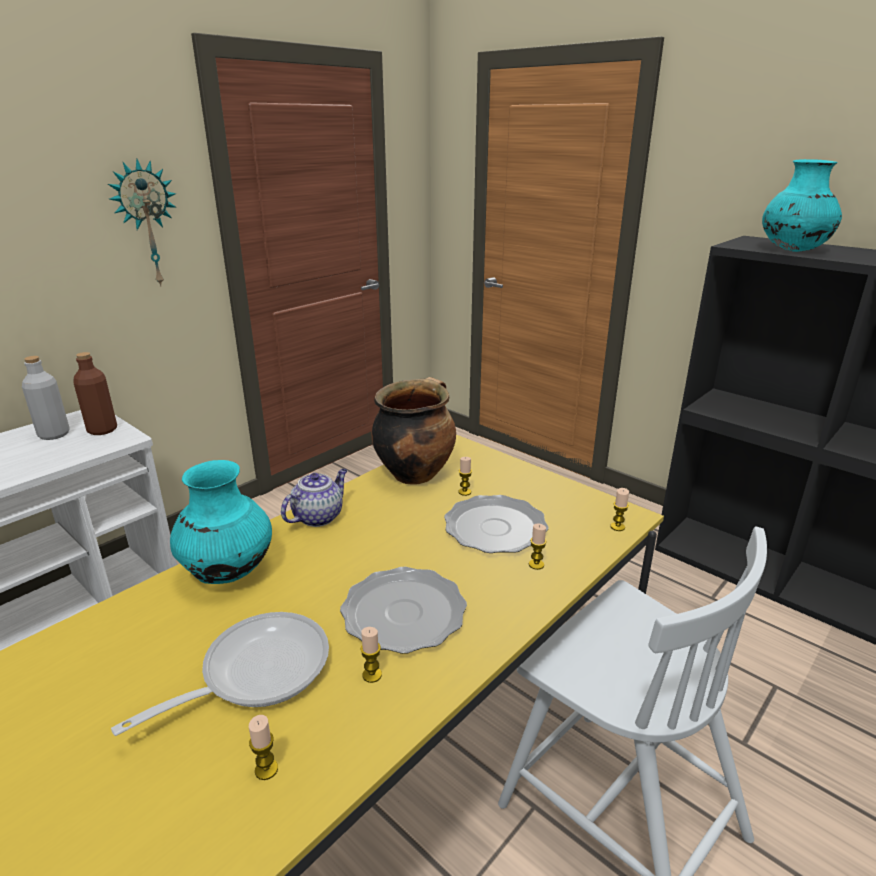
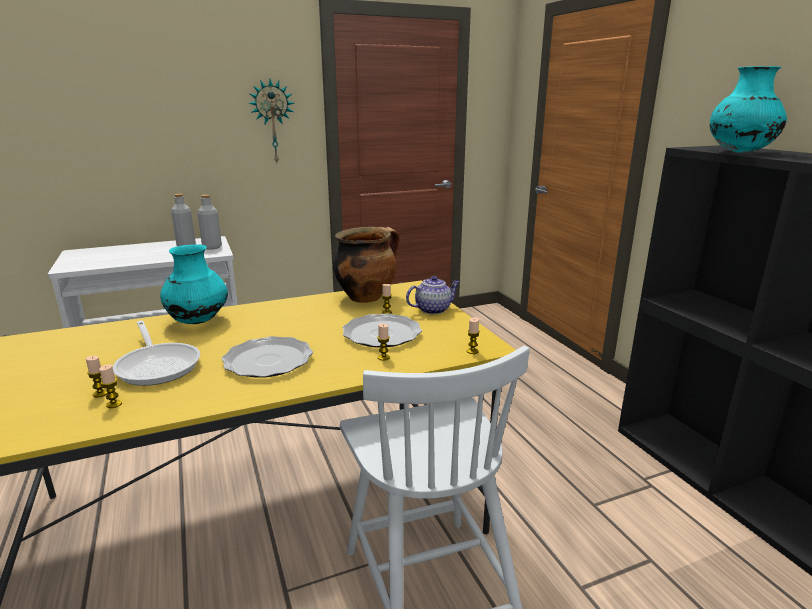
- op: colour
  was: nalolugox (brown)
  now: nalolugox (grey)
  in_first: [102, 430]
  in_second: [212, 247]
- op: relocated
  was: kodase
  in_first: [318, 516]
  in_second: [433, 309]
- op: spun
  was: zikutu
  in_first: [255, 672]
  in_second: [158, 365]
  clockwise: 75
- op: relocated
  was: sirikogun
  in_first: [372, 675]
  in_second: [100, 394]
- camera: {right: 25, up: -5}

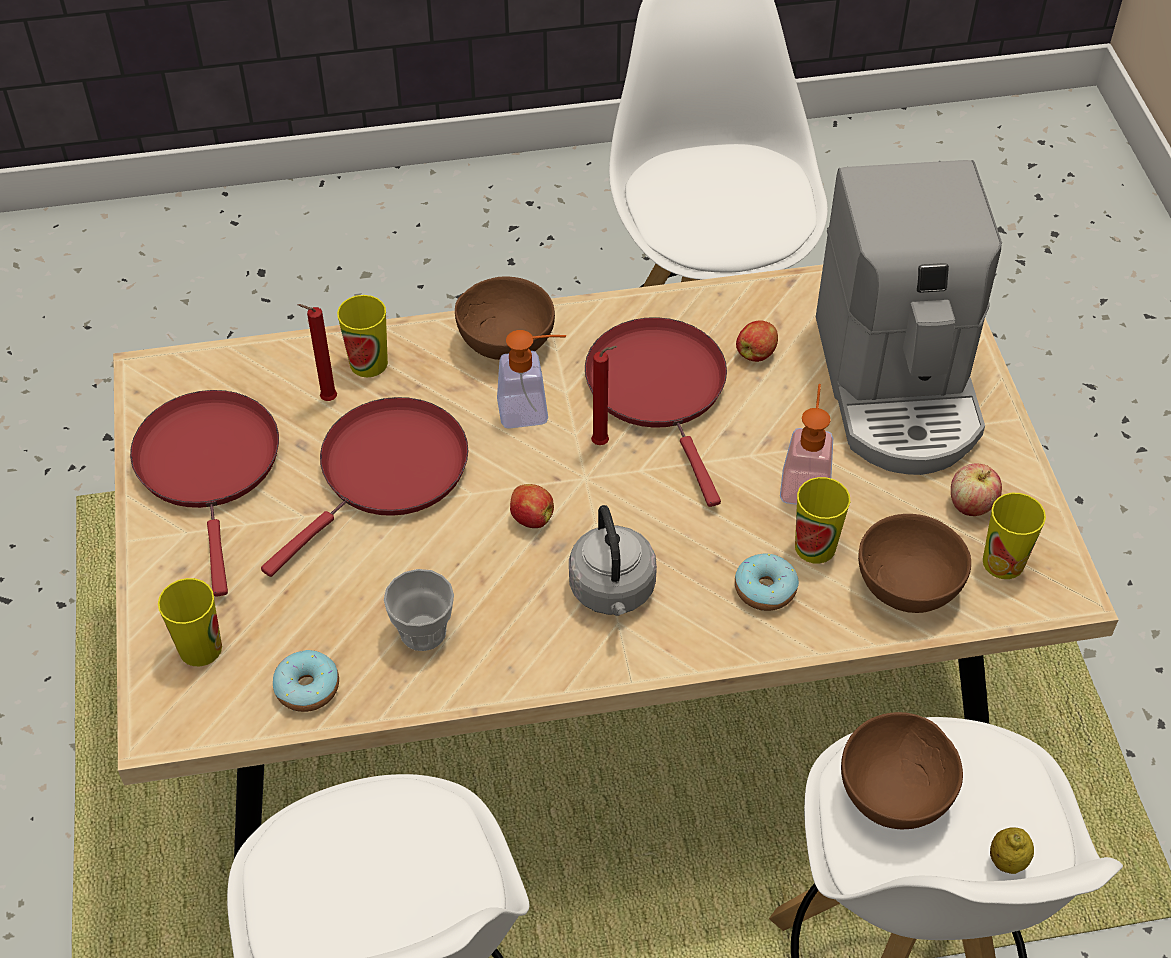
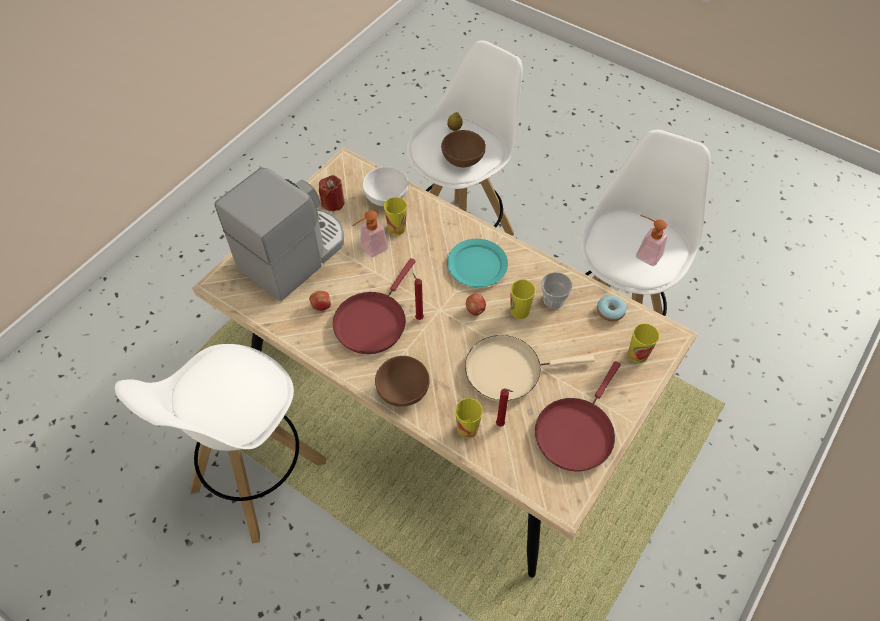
- op: relocated
  was: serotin
  in_first: [533, 410]
  in_second: [644, 253]
- op: colour
  was: zikutu (red)
  now: zikutu (beige)
  in_first: [388, 472]
  in_second: [508, 370]
- op: exchanged
  was: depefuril
  now: sirikogun (red)
  in_first: [971, 505]
  in_second: [333, 203]
- op: relocated
  was: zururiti
  in_first: [1003, 562]
  in_second: [519, 311]
- op: exchanged
  was: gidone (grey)
  now: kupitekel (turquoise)
  in_first: [613, 592]
  in_second: [477, 264]
- op: colour
  was: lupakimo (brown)
  now: lupakimo (white)
  in_first: [904, 586]
  in_second: [387, 198]
- op: missing
  was: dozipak
  in_first: [765, 589]
- camera: {right: -135, up: 5}

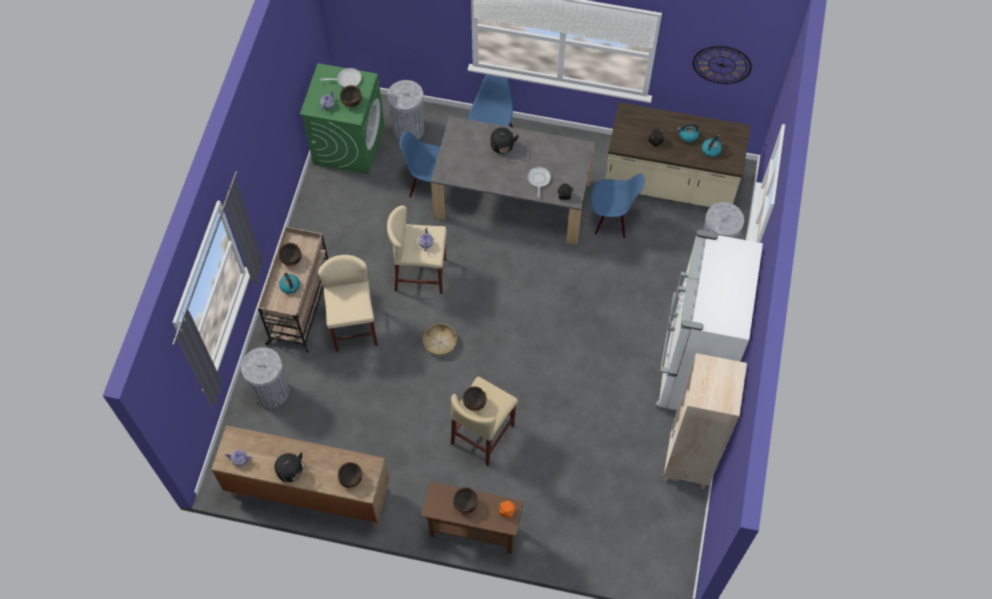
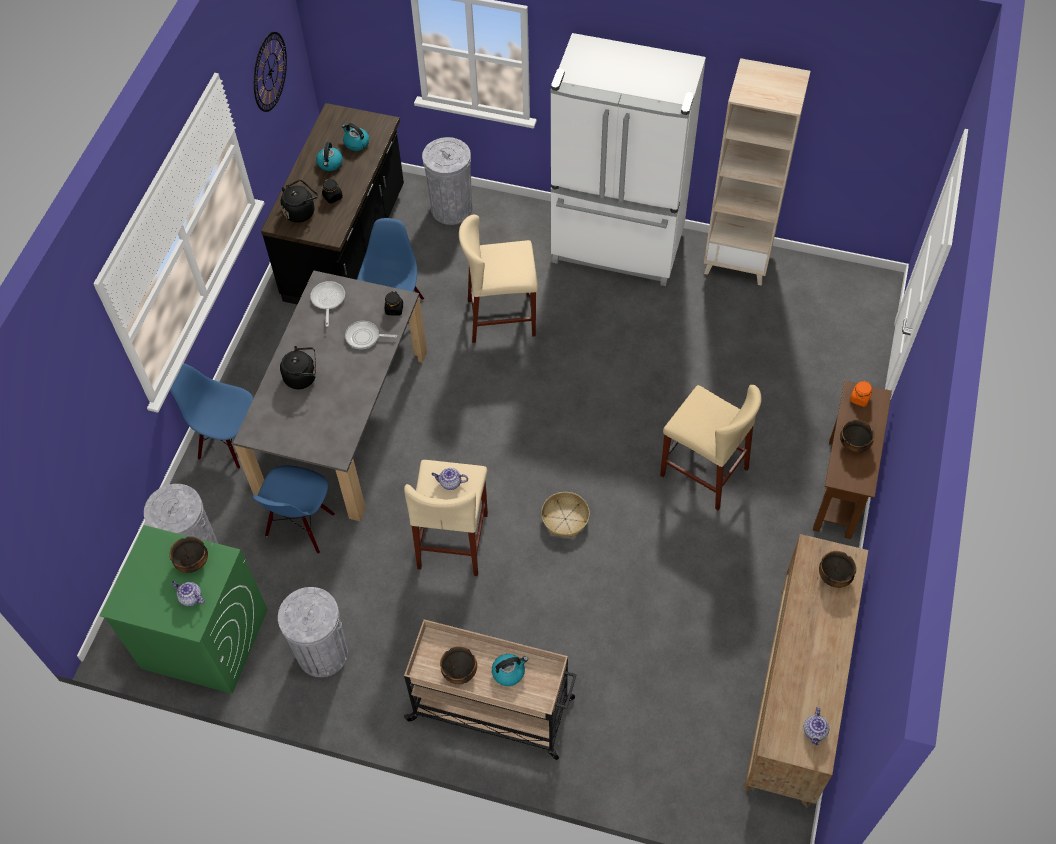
- op: relocated
  was: zikutu
  in_first: [346, 79]
  in_second: [328, 300]
- op: colour
  was: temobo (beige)
  now: temobo (black)
  in_first: [669, 183]
  in_second: [347, 245]
- op: relocated
  was: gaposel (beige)
  in_first: [354, 327]
  in_second: [501, 318]
- op: relocated
  was: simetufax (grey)
  in_first: [271, 392]
  in_second: [323, 653]
- op: missing
  was: lupakimo
  in_first: [475, 403]
- op: relocated
  was: gidone (black)
  in_first: [291, 472]
  in_second: [301, 211]
- camera: {right: -85, up: -5}

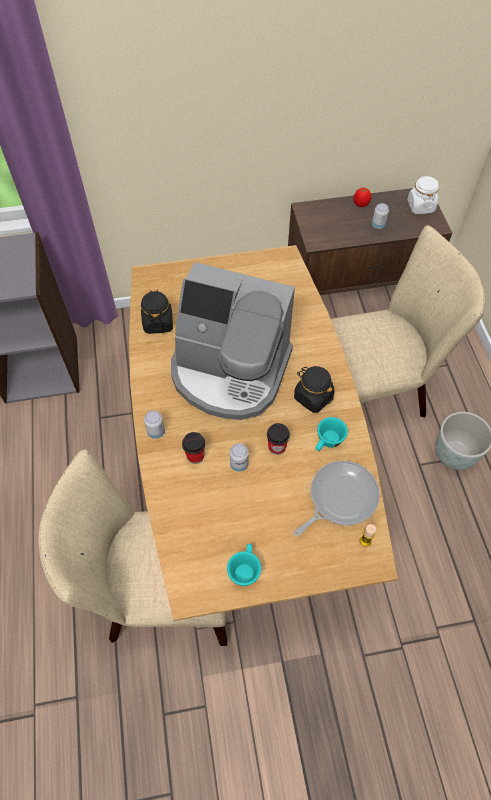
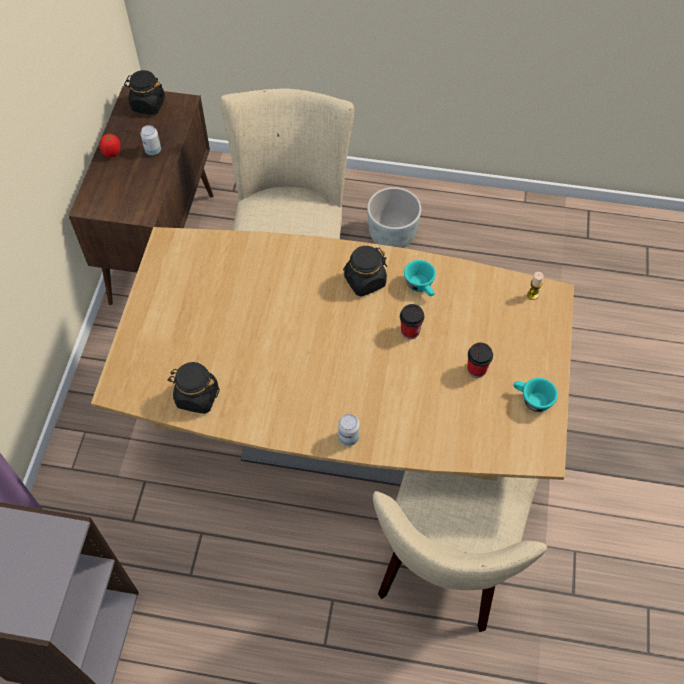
- op: colour
  was: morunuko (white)
  now: morunuko (black)
  in_first: [420, 206]
  in_second: [148, 104]
- op: missing
  was: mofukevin
  in_first: [230, 371]
- op: relocated
  was: zururiti
  in_first: [195, 455]
  in_second: [476, 369]
- op: missing
  was: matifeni
  in_first: [239, 464]
- op: missing
  was: zikutu
  in_first: [339, 498]
- camera: {right: -70, up: 0}

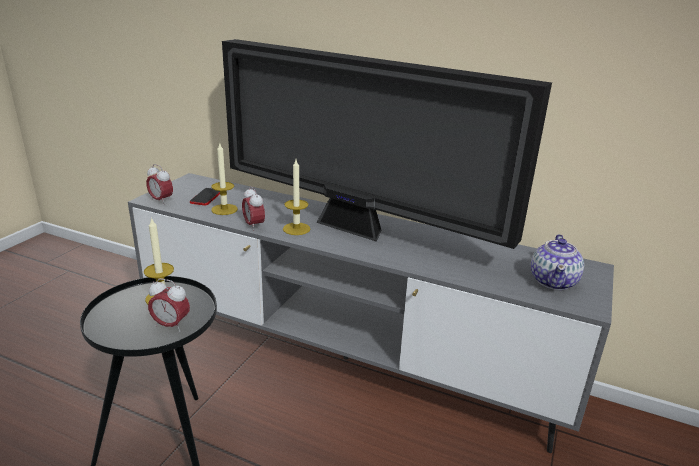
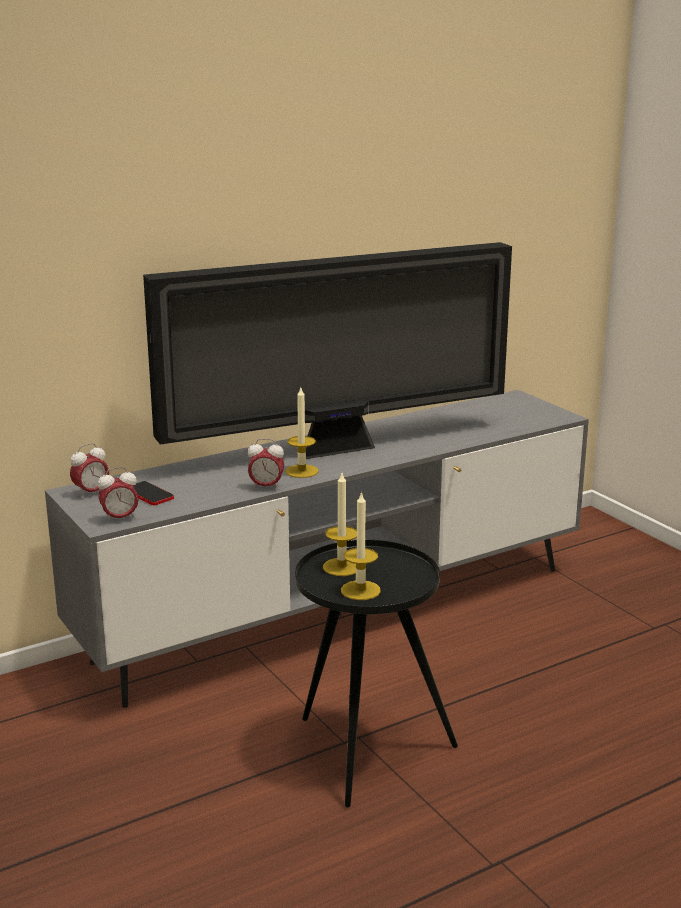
- op: relocated
  was: sirikogun
  in_first: [224, 209]
  in_second: [360, 590]
- op: missing
  was: kodase
  in_first: [553, 281]
- op: relocated
  was: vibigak
  in_first: [171, 325]
  in_second: [91, 493]
- camera: {right: -55, up: -5}

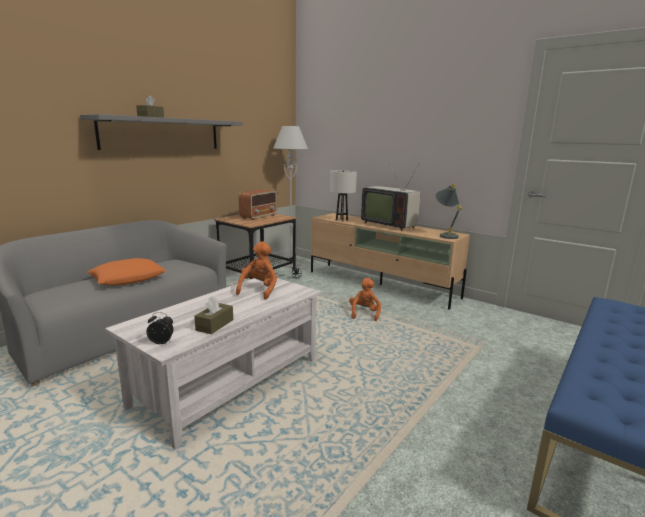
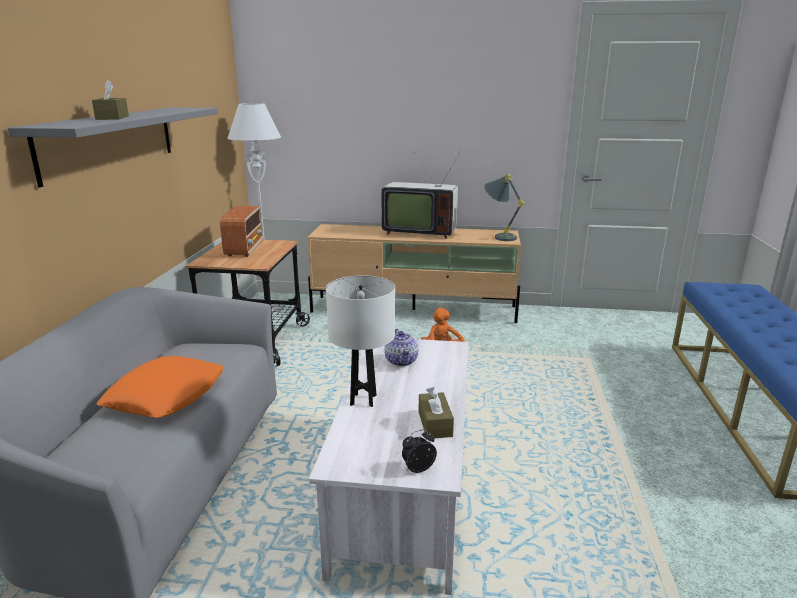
- op: relocated
  was: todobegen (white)
  in_first: [341, 220]
  in_second: [363, 400]
- op: exchanged
  was: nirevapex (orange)
  now: kodase
  in_first: [259, 290]
  in_second: [401, 361]
- camera: {right: -30, up: 5}

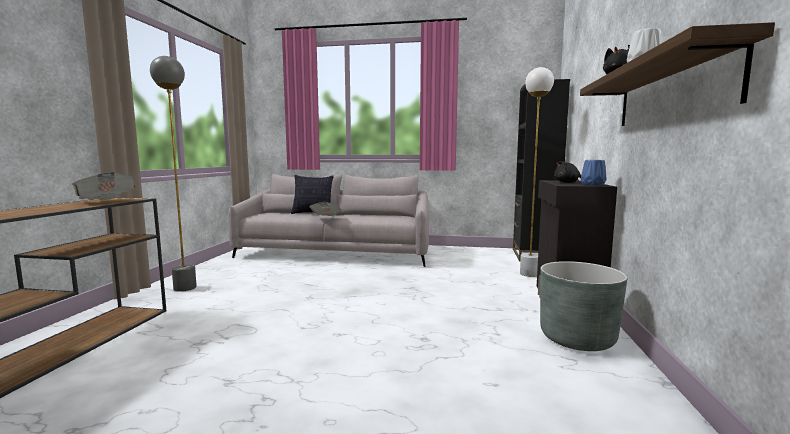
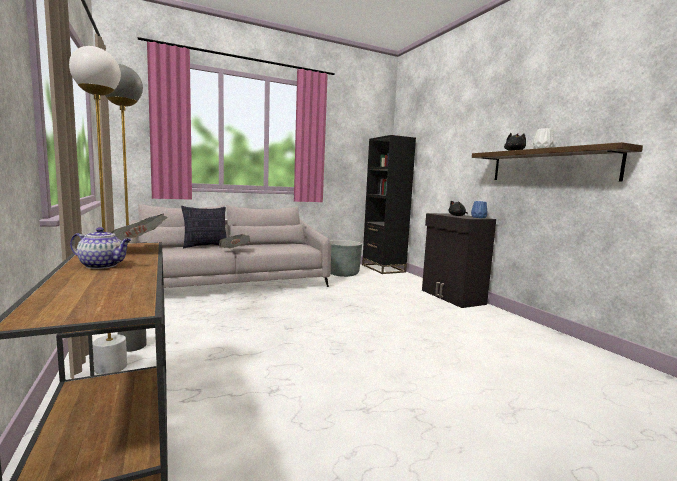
- op: relocated
  was: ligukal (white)
  in_first: [529, 274]
  in_second: [111, 367]
- op: relocated
  was: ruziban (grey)
  in_first: [577, 338]
  in_second: [343, 273]
- op: appeared
  now: kodase
  in_second: [103, 266]
- camera: {right: -35, up: 0}

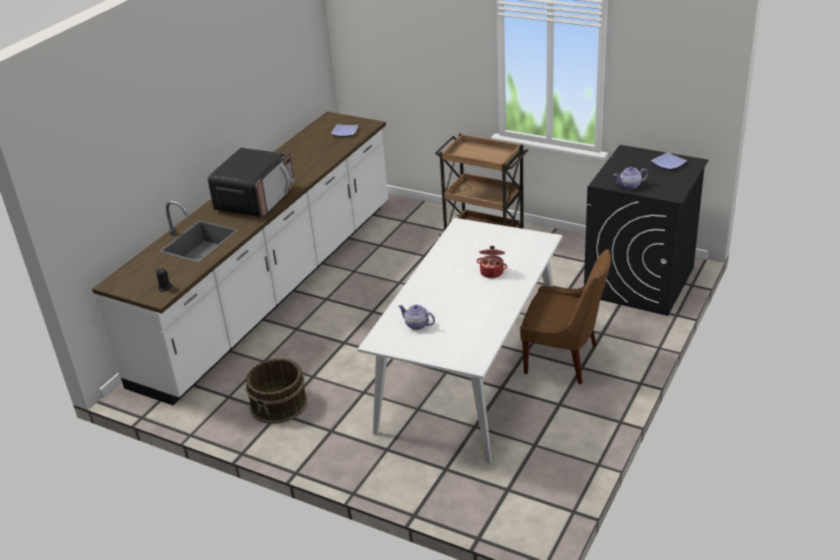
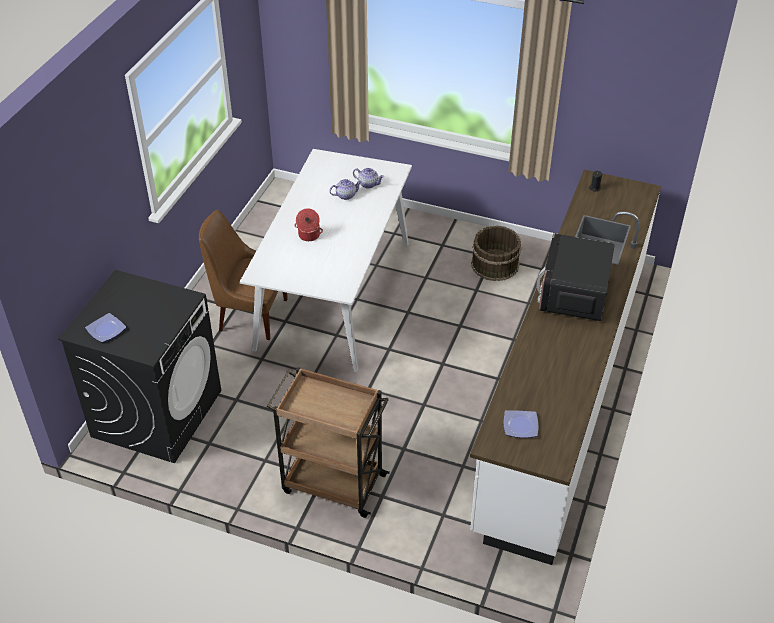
- op: relocated
  was: kodase
  in_first: [630, 186]
  in_second: [346, 195]
- camera: {right: 170, up: 10}

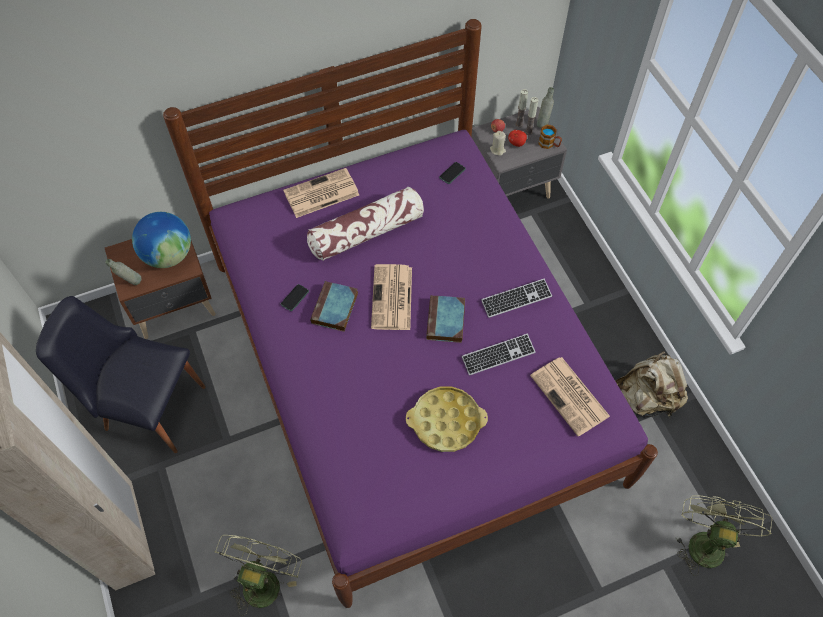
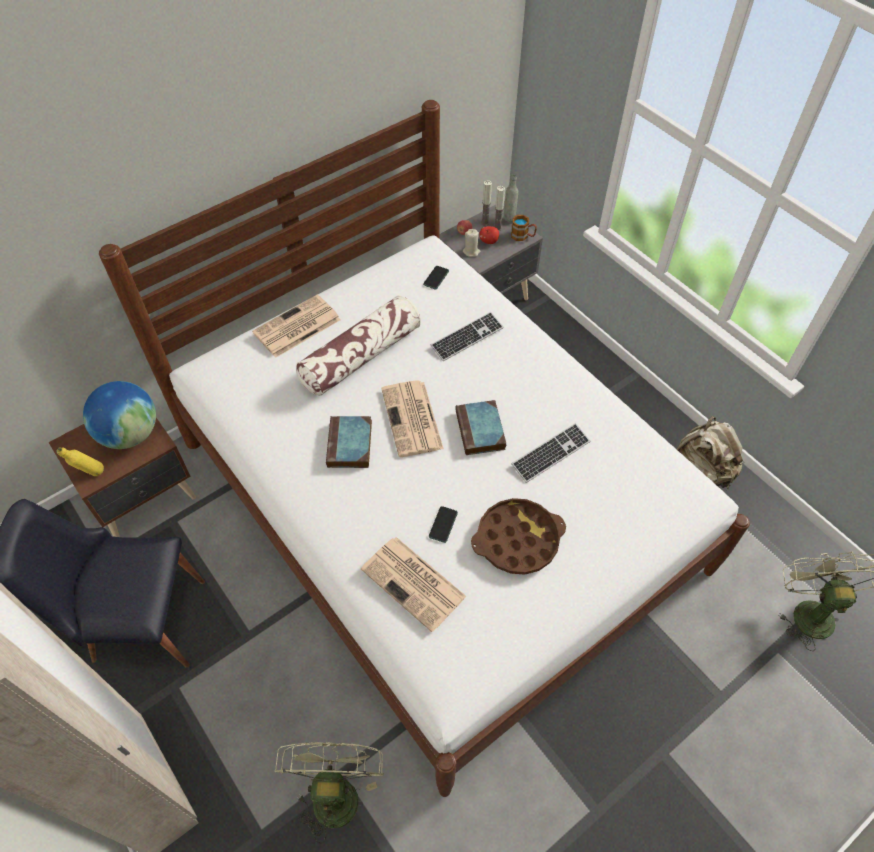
- op: colour
  was: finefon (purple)
  now: finefon (white)
  in_first: [411, 368]
  in_second: [437, 504]
- op: colour
  was: nalolugox (grey)
  now: nalolugox (yellow)
  in_first: [131, 283]
  in_second: [91, 475]
- op: relocated
  was: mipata
  in_first: [516, 299]
  in_second: [467, 337]
- op: relocated
  was: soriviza
  in_first: [295, 298]
  in_second: [443, 524]
- op: relocated
  was: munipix
  in_first: [570, 396]
  in_second: [415, 583]
- op: colour
  was: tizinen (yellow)
  now: tizinen (brown)
  in_first: [446, 421]
  in_second: [517, 540]
- camera: {right: -15, up: -5}

